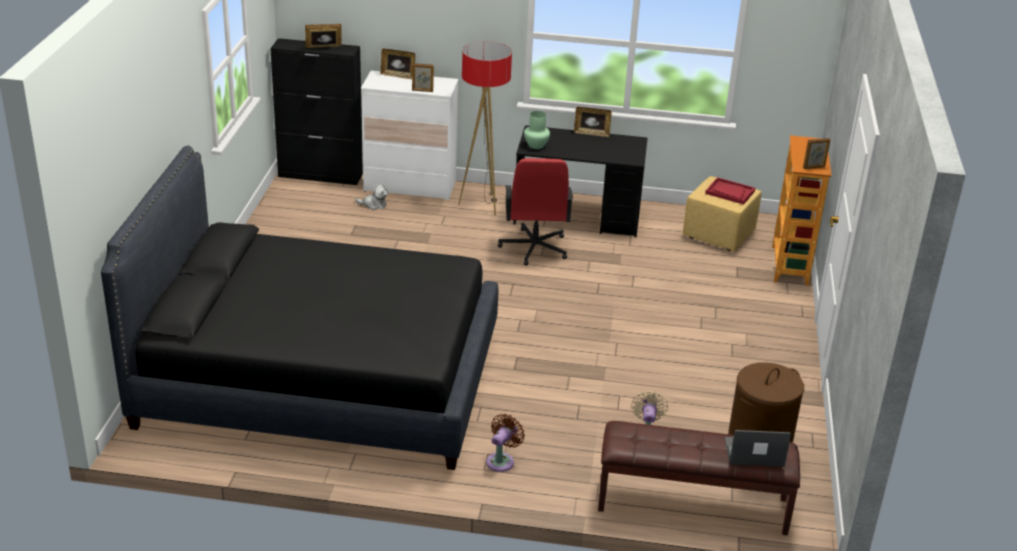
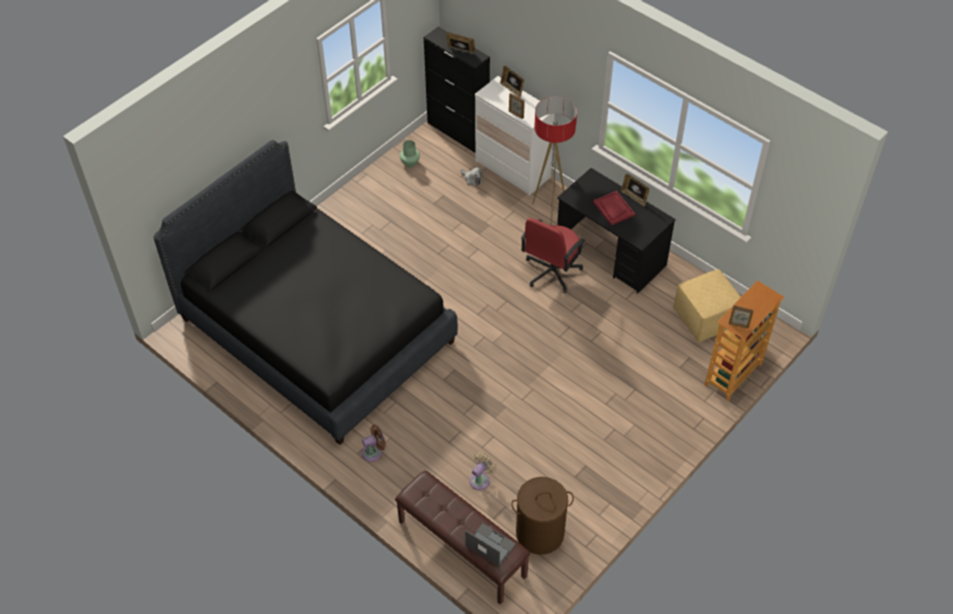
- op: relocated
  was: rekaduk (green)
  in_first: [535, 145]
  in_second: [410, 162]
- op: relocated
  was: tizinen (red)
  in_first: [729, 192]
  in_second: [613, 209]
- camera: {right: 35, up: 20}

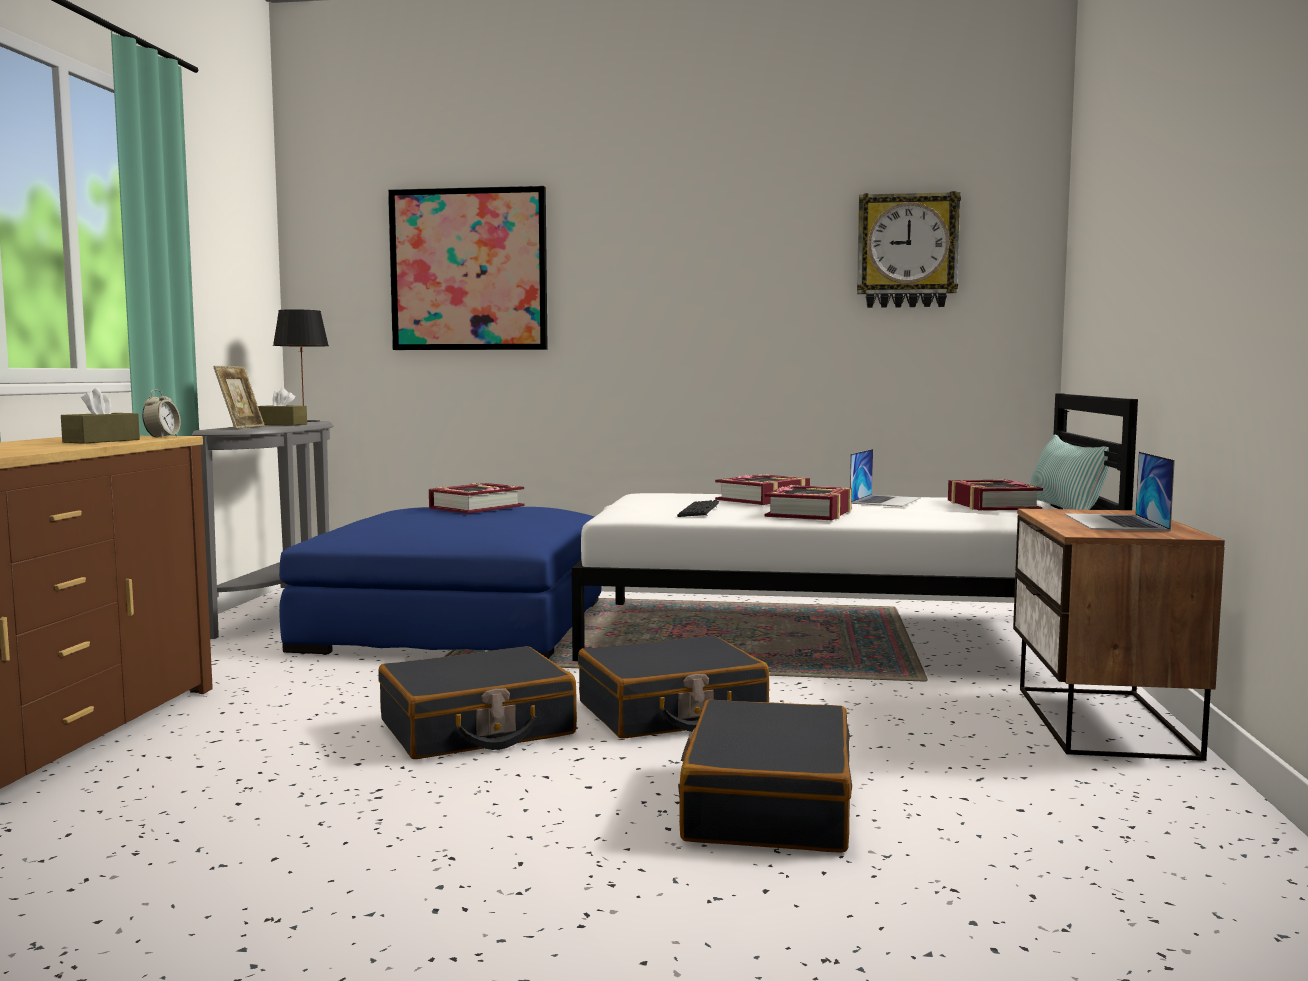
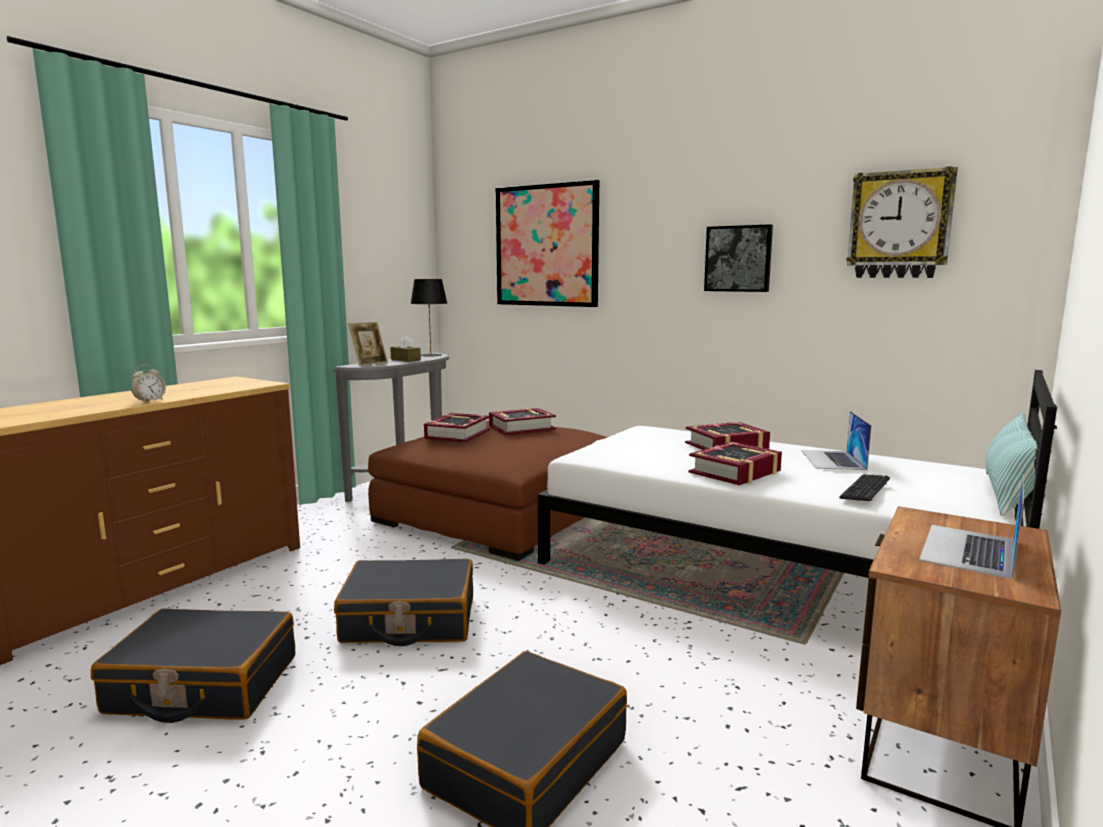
- op: missing
  was: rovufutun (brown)
  in_first: [101, 441]
- op: relocated
  was: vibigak
  in_first: [162, 437]
  in_second: [149, 401]
- op: spun
  was: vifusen
  in_first: [885, 500]
  in_second: [833, 460]
  clockwise: 135
- op: relocated
  was: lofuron
  in_first: [992, 505]
  in_second: [457, 434]
- op: relocated
  was: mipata
  in_first: [699, 511]
  in_second: [865, 489]
- op: colour
  was: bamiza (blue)
  now: bamiza (brown)
  in_first: [459, 625]
  in_second: [500, 512]
- op: relocated
  was: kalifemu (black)
  in_first: [671, 712]
  in_second: [203, 685]
- op: appeared
  now: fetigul
  in_second: [738, 258]
- camera: {right: 25, up: 5}

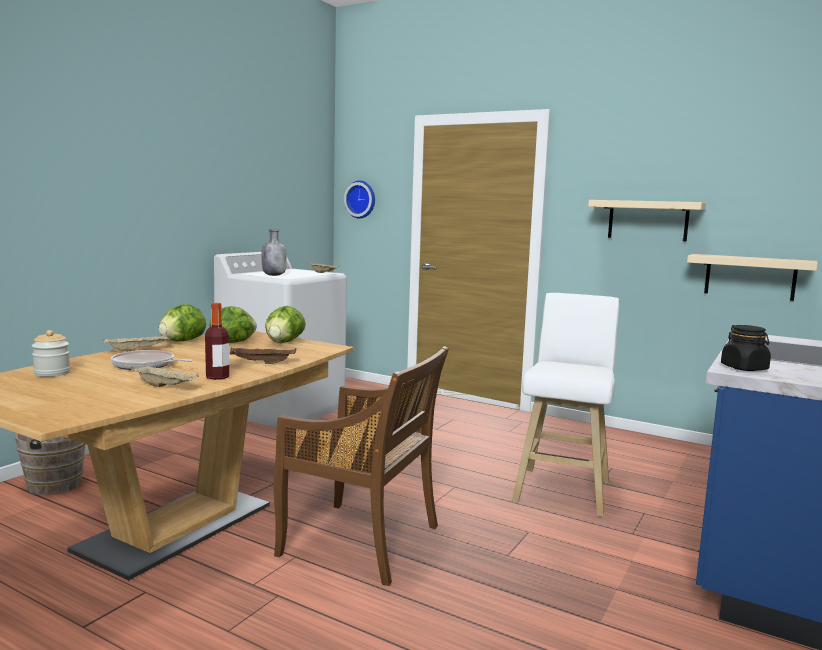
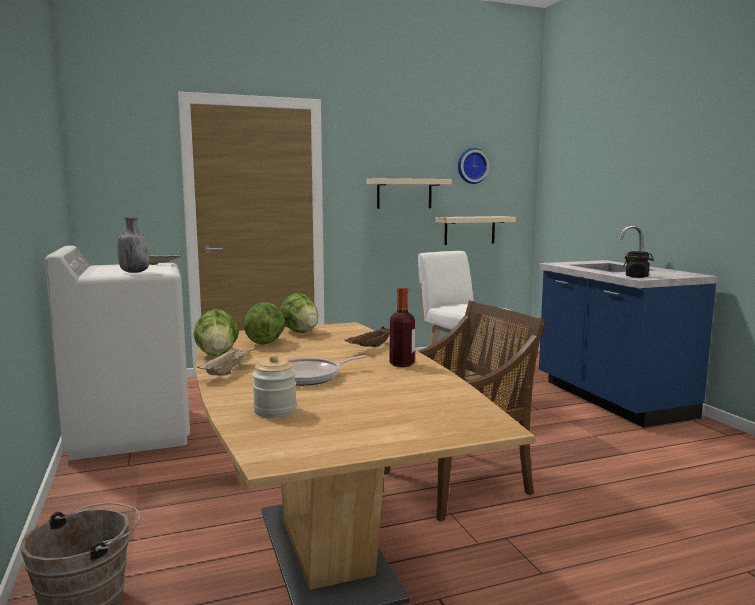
- op: relocated
  was: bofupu
  in_first: [361, 199]
  in_second: [472, 166]
- op: missing
  was: tizinen (beige)
  in_first: [166, 386]
- camera: {right: -50, up: 0}

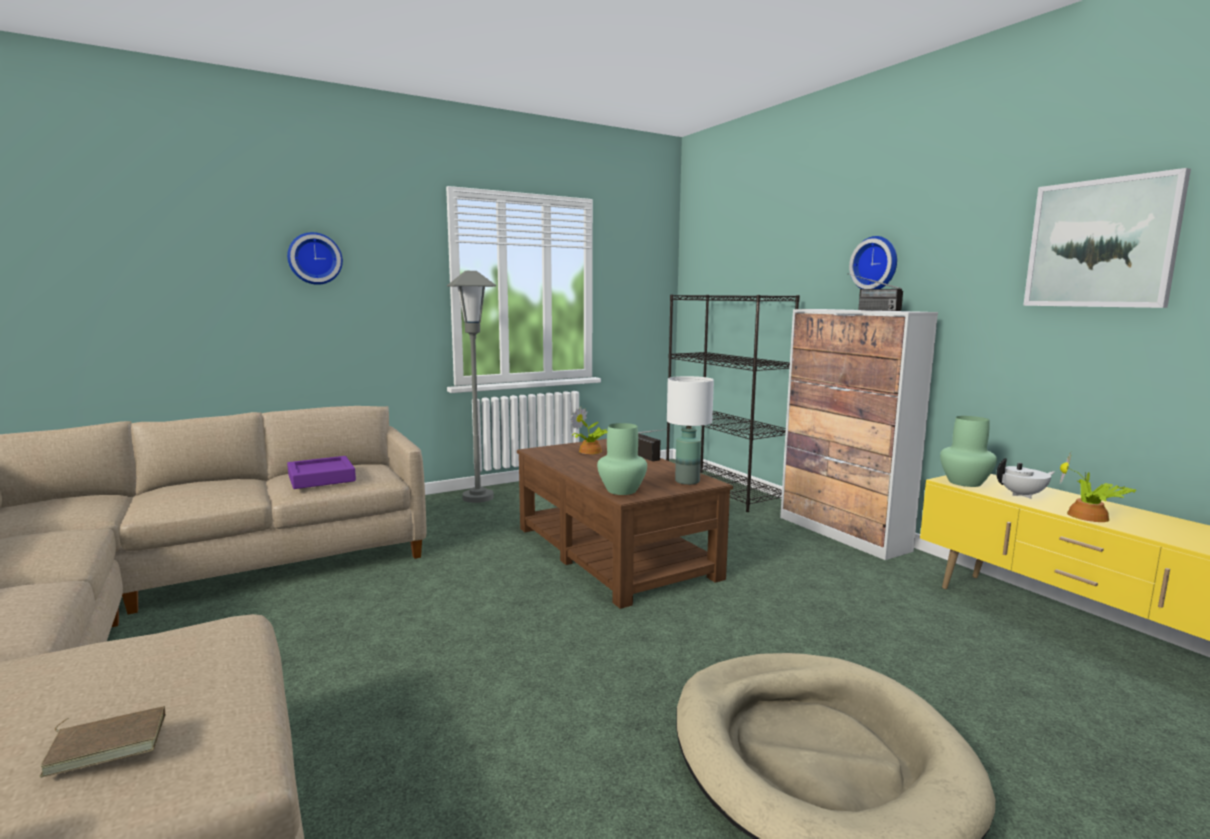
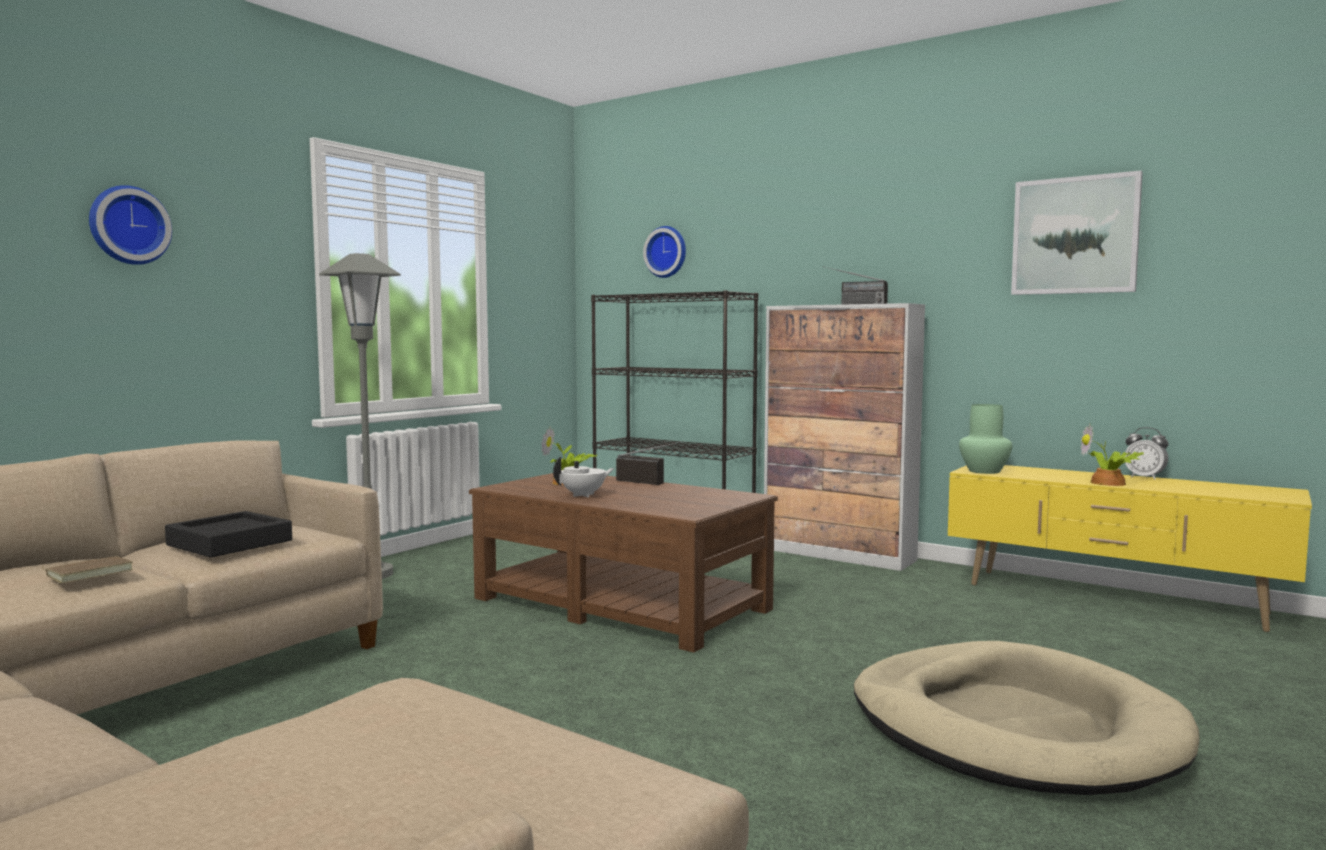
- op: relocated
  was: bofupu
  in_first: [876, 264]
  in_second: [667, 252]
- op: missing
  was: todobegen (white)
  in_first: [687, 481]
- op: missing
  was: rekaduk (green)
  in_first: [621, 490]
- op: colour
  was: tizinen (purple)
  now: tizinen (black)
  in_first: [321, 478]
  in_second: [230, 543]
- op: relocated
  was: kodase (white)
  in_first: [1022, 495]
  in_second: [584, 495]
- op: relocated
  was: lofuron (brown)
  in_first: [109, 742]
  in_second: [89, 573]
- op: appeared
  now: vibigak
  in_second: [1145, 477]
- camera: {right: -25, up: -5}

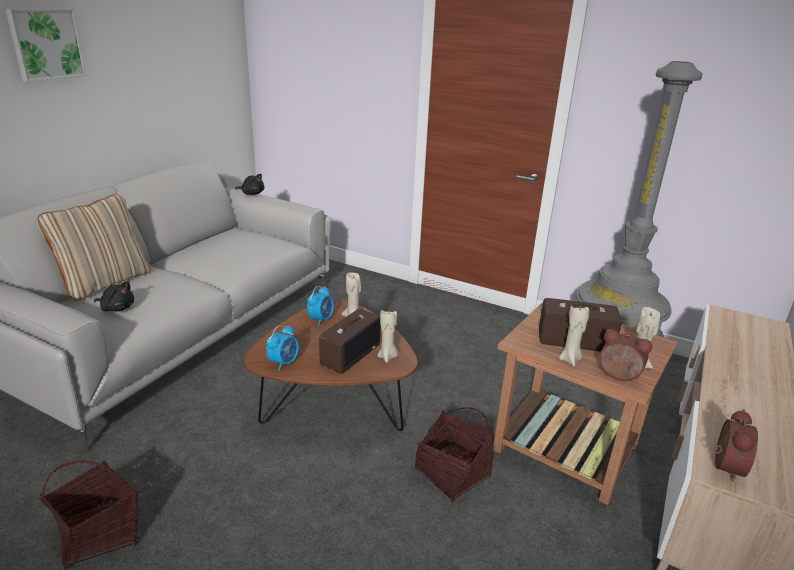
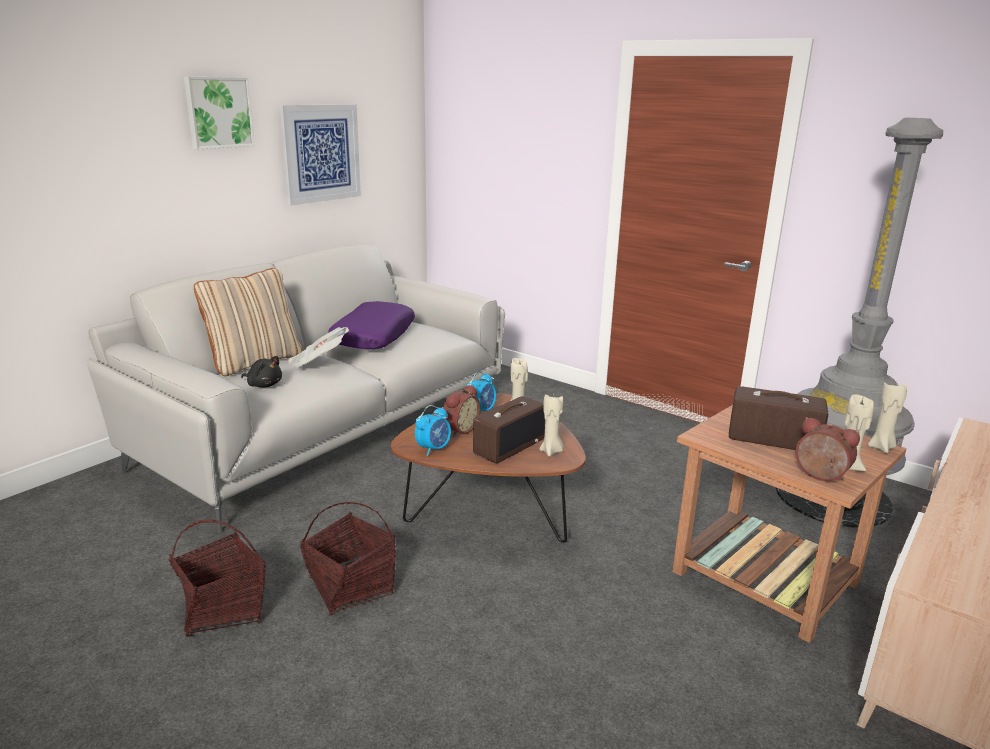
- op: missing
  was: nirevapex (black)
  in_first: [252, 193]
- op: relocated
  was: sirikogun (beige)
  in_first: [570, 359]
  in_second: [881, 447]
- op: relocated
  was: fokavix
  in_first: [452, 473]
  in_second: [350, 586]
- op: relocated
  was: vibigak
  in_first: [724, 465]
  in_second: [459, 429]
- op: appeared
  now: fetigul
  in_second: [321, 153]
- op: appeared
  now: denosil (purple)
  in_second: [373, 336]
- op: appeared
  now: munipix
  in_second: [318, 363]
- camera: {right: 10, up: -5}

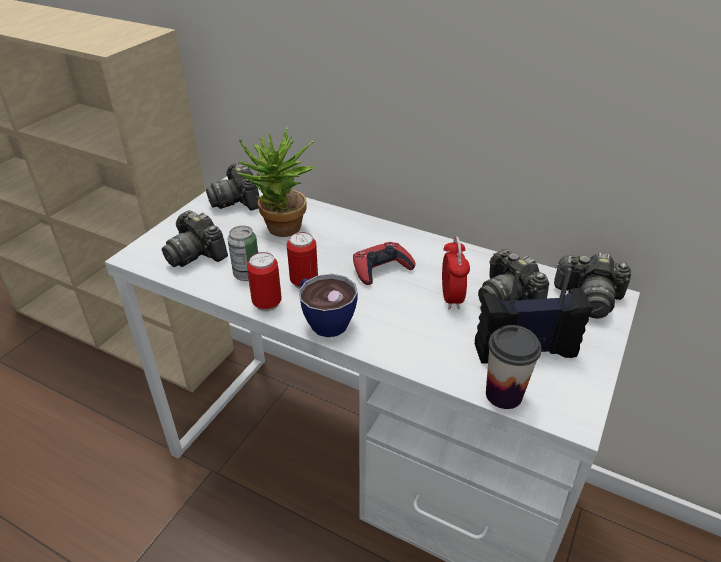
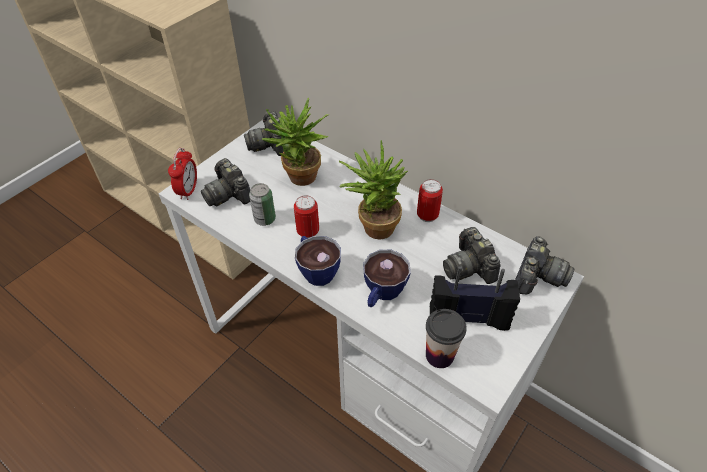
- op: relocated
  was: vibigak
  in_first: [451, 298]
  in_second: [188, 190]
- op: exchanged
  was: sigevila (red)
  now: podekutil
  in_first: [381, 268]
  in_second: [373, 226]
- op: relocated
  was: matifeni
  in_first: [267, 304]
  in_second: [427, 216]
- op: spun
  was: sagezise
  in_first: [588, 298]
  in_second: [537, 277]
  clockwise: -90
- op: appeared
  now: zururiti
  in_second: [382, 294]
- camera: {right: 10, up: 10}

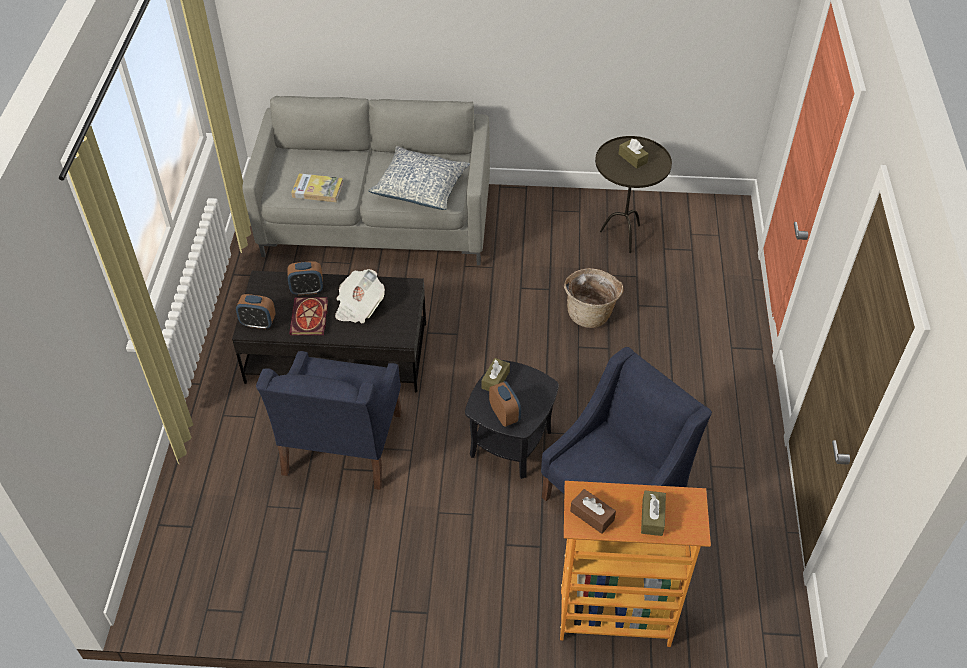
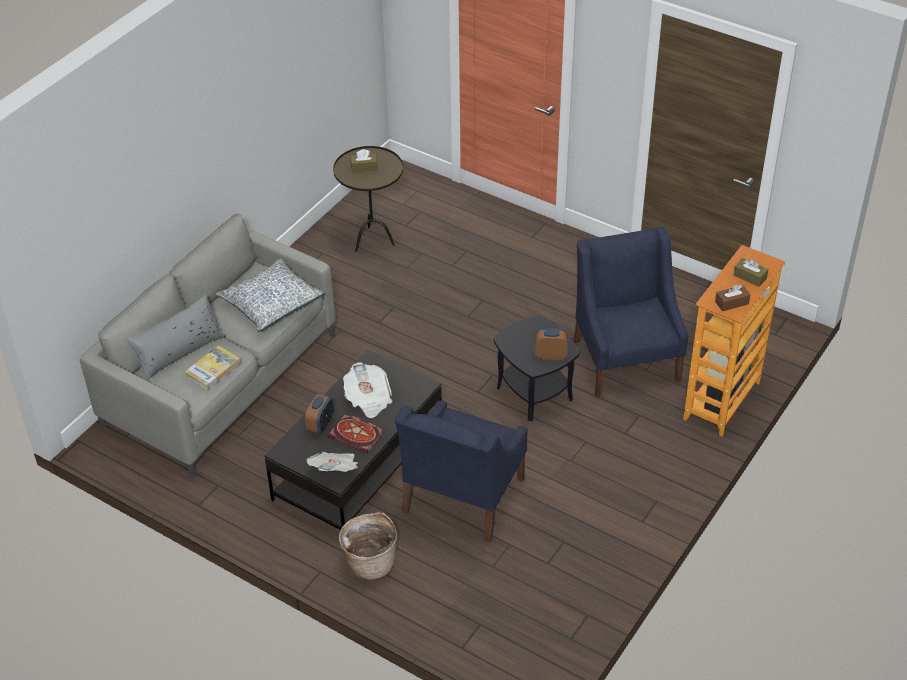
- op: relocated
  was: fokavix
  in_first: [591, 313]
  in_second: [370, 561]
- op: exchanged
  was: vibigak
  now: munipix
  in_first: [258, 323]
  in_second: [335, 470]
- op: spun
  was: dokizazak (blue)
  in_first: [341, 445]
  in_second: [462, 496]
  clockwise: 75
- op: missing
  was: rovufutun (brown)
  in_first: [495, 380]
- op: appeared
  now: denosil (grey)
  in_second: [179, 352]
- camera: {right: -60, up: -5}

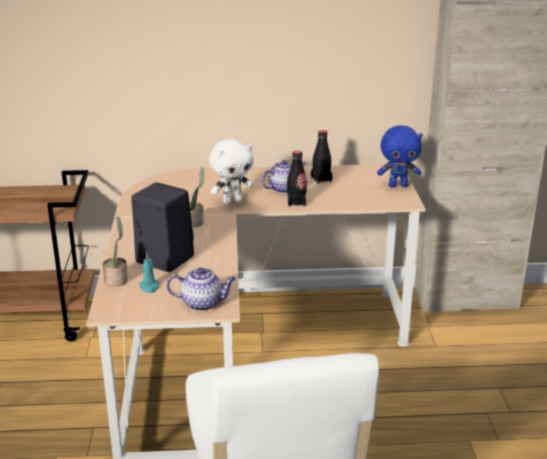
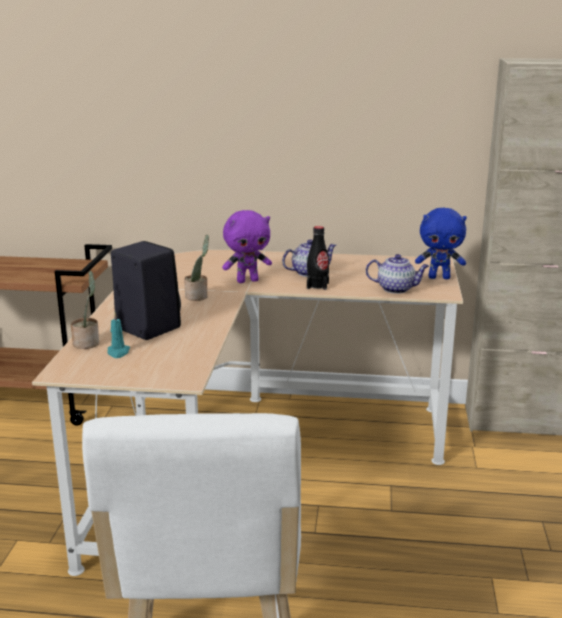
- op: missing
  was: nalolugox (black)
  in_first: [321, 179]
- op: colour
  was: nirevapex (white)
  now: nirevapex (purple)
  in_first: [232, 201]
  in_second: [247, 281]
- op: relocated
  was: kodase
  in_first: [203, 303]
  in_second: [396, 289]
- camera: {right: 10, up: -5}

